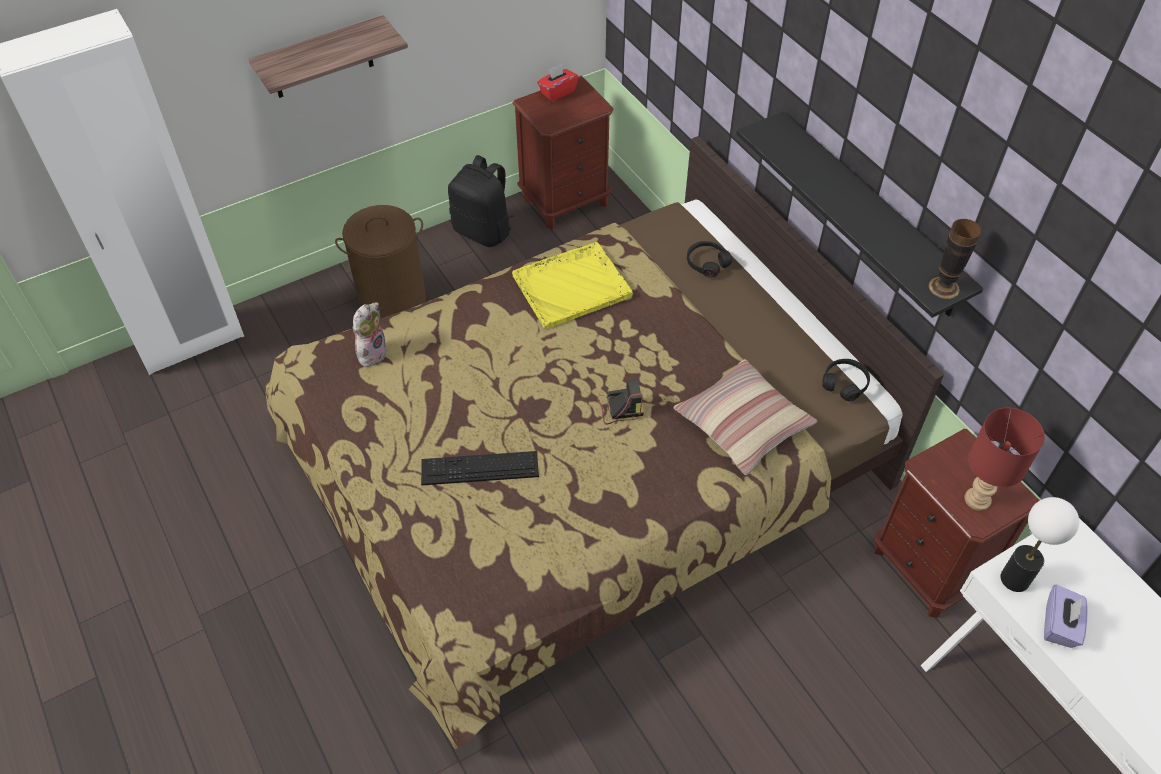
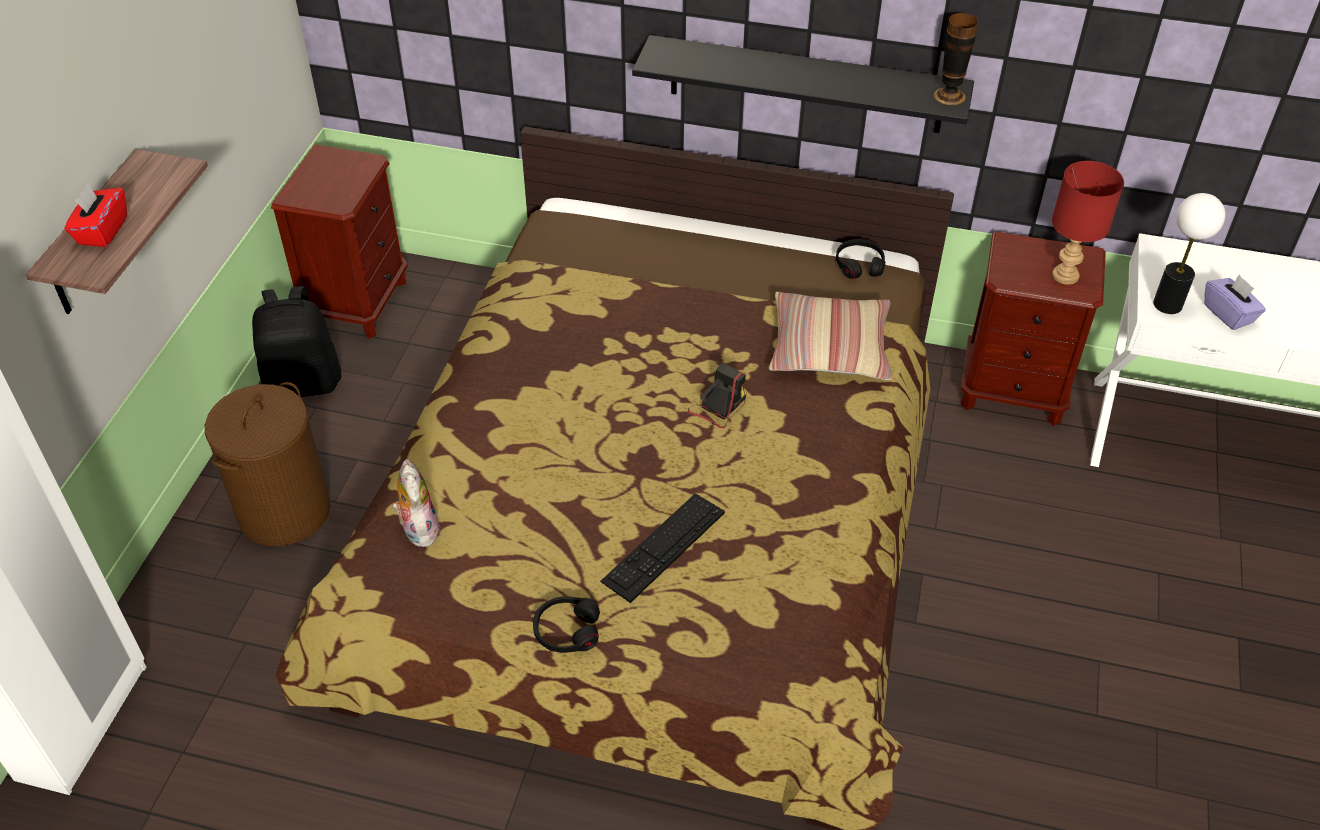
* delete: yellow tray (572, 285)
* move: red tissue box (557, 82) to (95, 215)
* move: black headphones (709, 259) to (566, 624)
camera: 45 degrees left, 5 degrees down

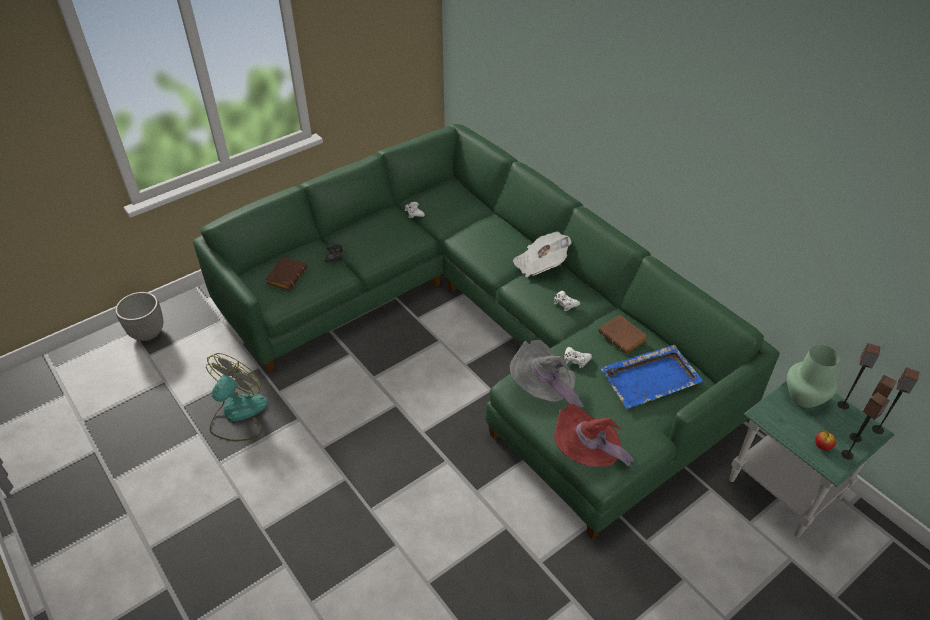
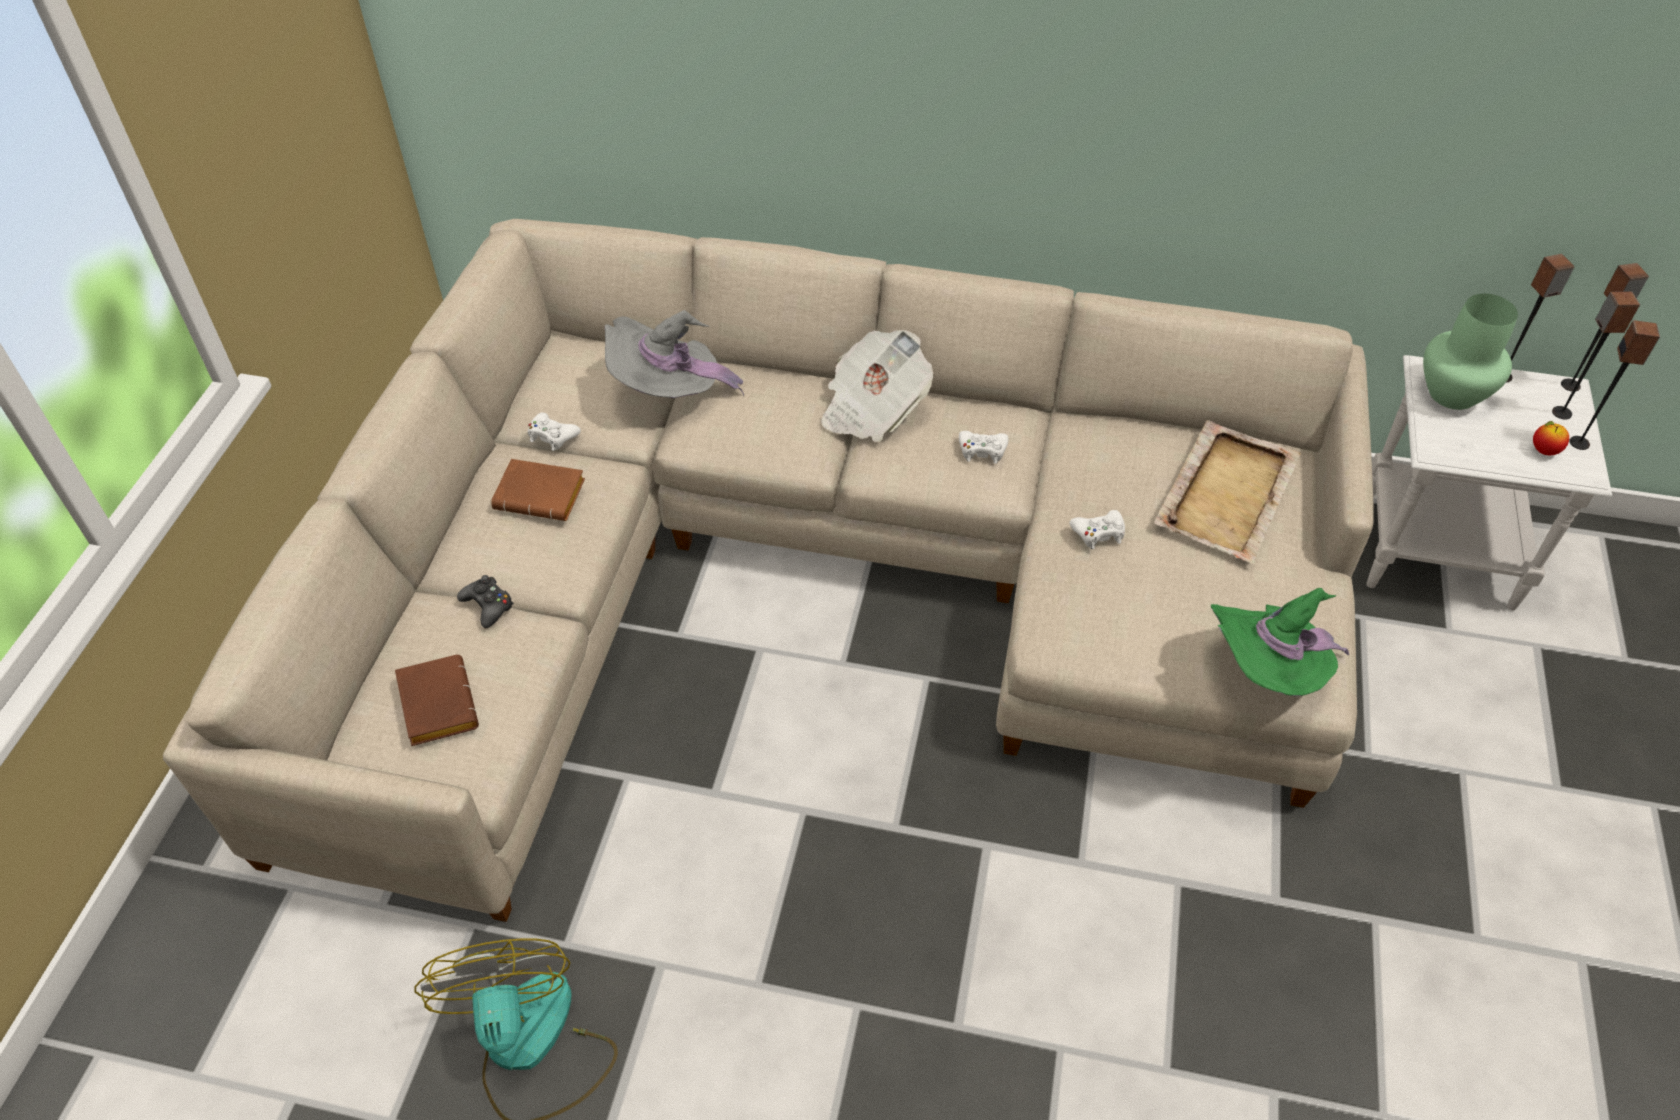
* delete: planter (139, 316)
* move: grey hat (546, 373) to (674, 354)
* move: brown book (623, 334) to (538, 490)
* recolor: green sofa (486, 331) to beige sofa (768, 570)
* recolor: red hat (594, 437) to green hat (1280, 642)
* recolor: blue tray (651, 377) to beige tray (1227, 492)
* recolor: green side table (812, 459) to white side table (1489, 482)
camera: 40 degrees left, 5 degrees up

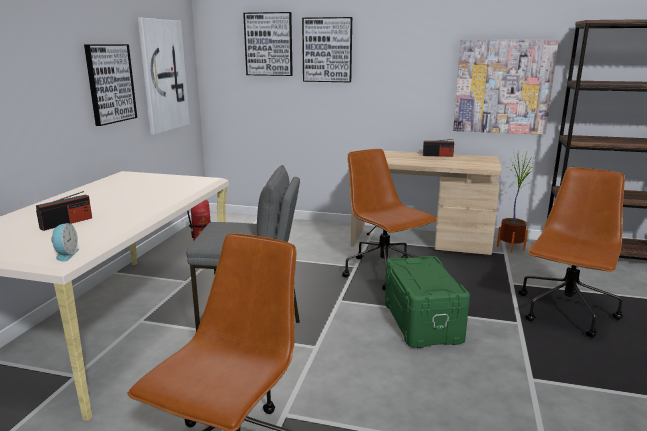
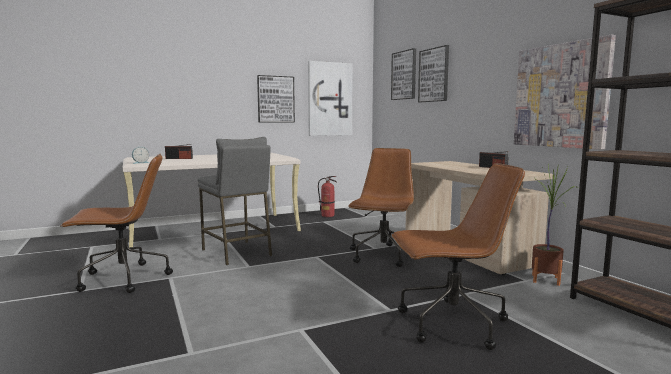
* delete: green storage box (427, 302)
camera: 50 degrees right, 10 degrees down

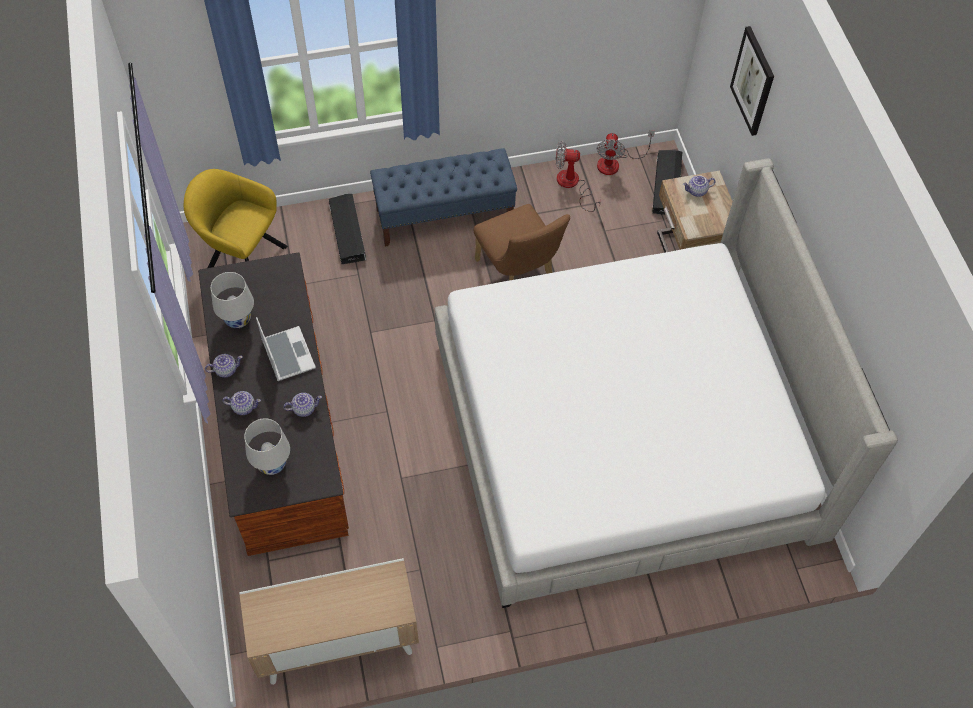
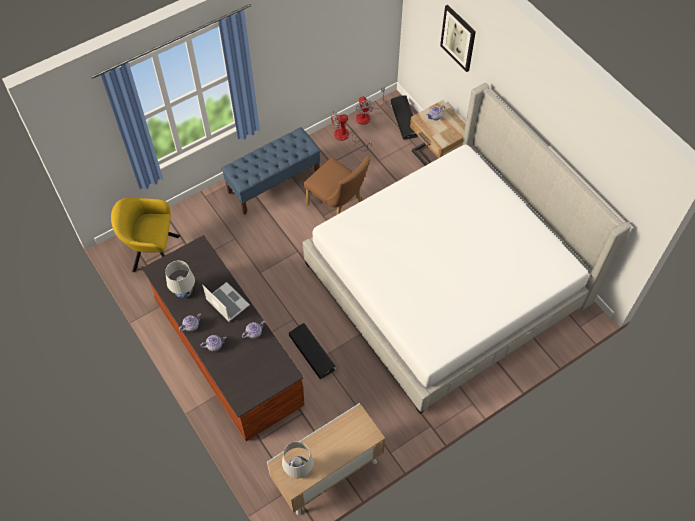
* move: white table lamp (267, 446) to (298, 460)
* move: black storage box (347, 229) to (312, 351)
camera: 20 degrees left, 0 degrees up

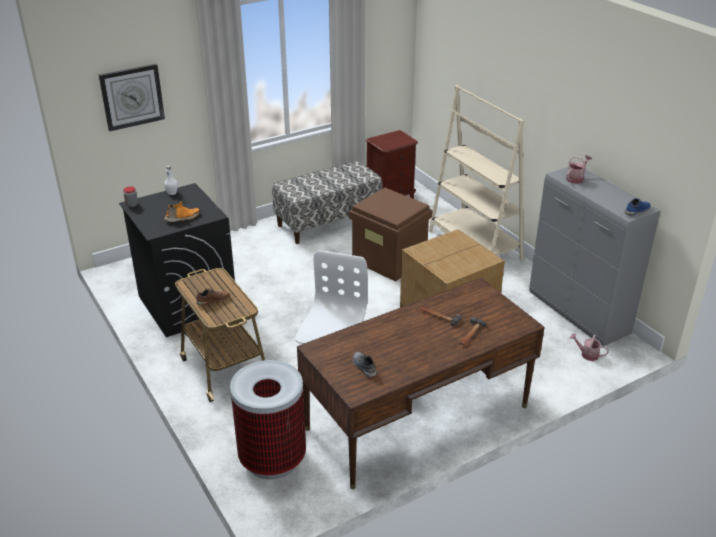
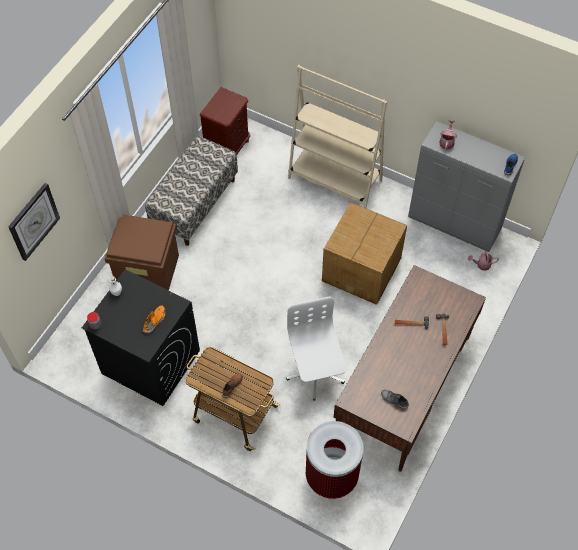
* move: brown storage box (391, 235) to (142, 252)
camera: 30 degrees left, 25 degrees up

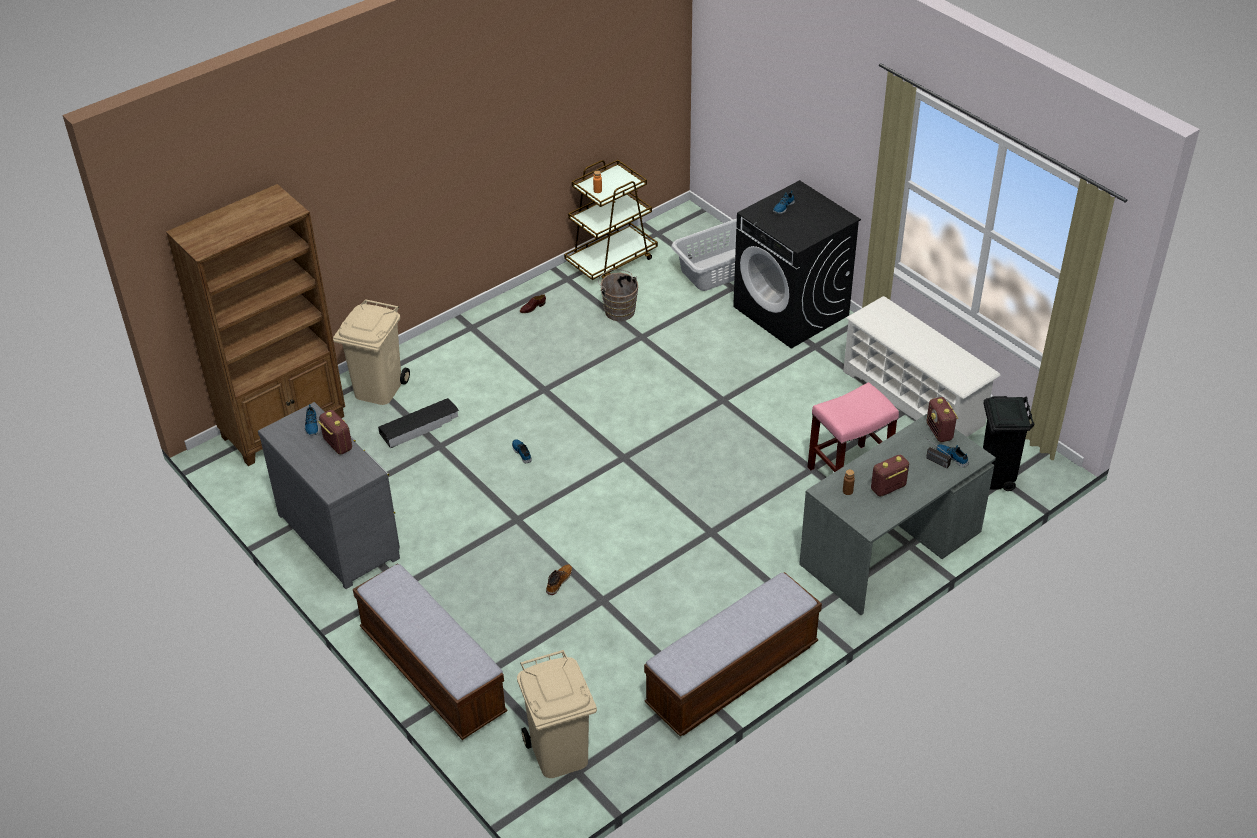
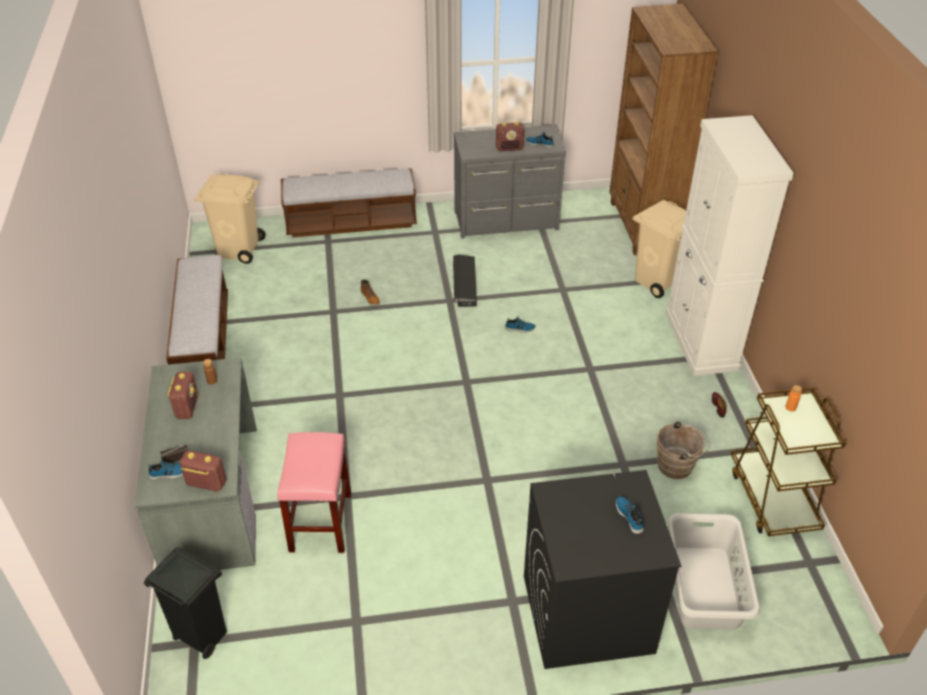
* delete: white shoe rack (922, 366)
* insert: white cabinet (729, 245)
* move: black storage box (418, 423) to (465, 281)
camera: 120 degrees right, 0 degrees up

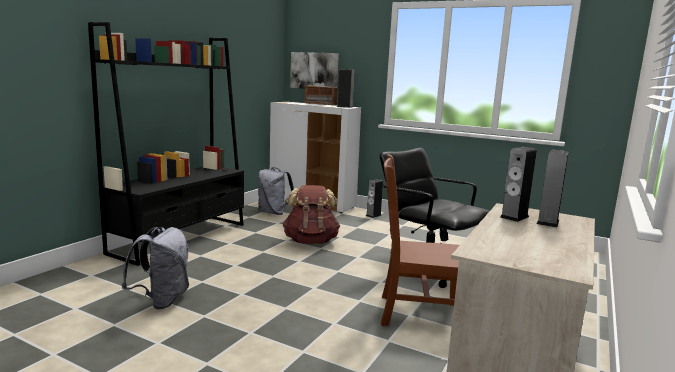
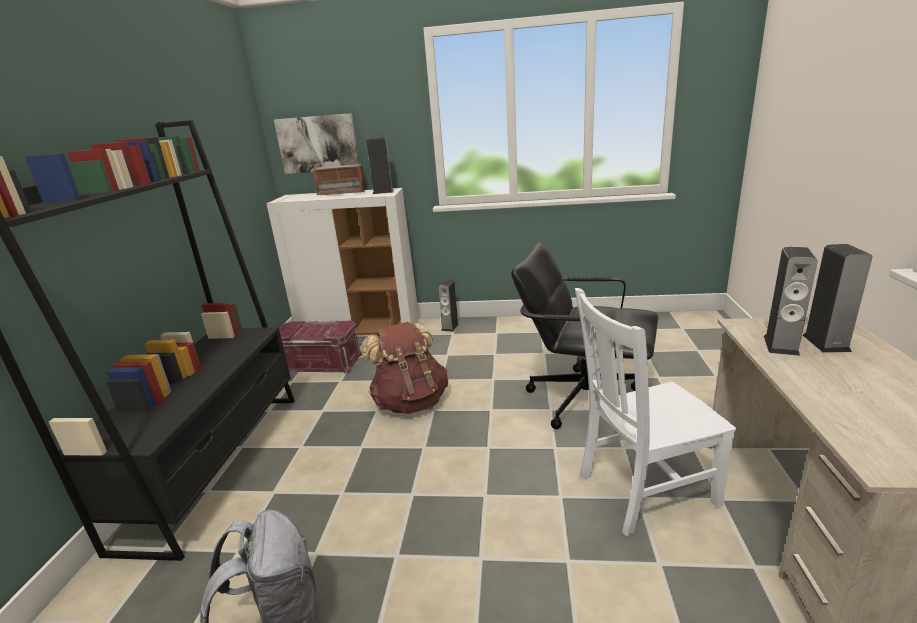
* replace: grey backpack (276, 191) to red storage box (321, 347)
* recolor: brown chair (420, 240) to white chair (655, 412)
camera: 20 degrees left, 10 degrees up

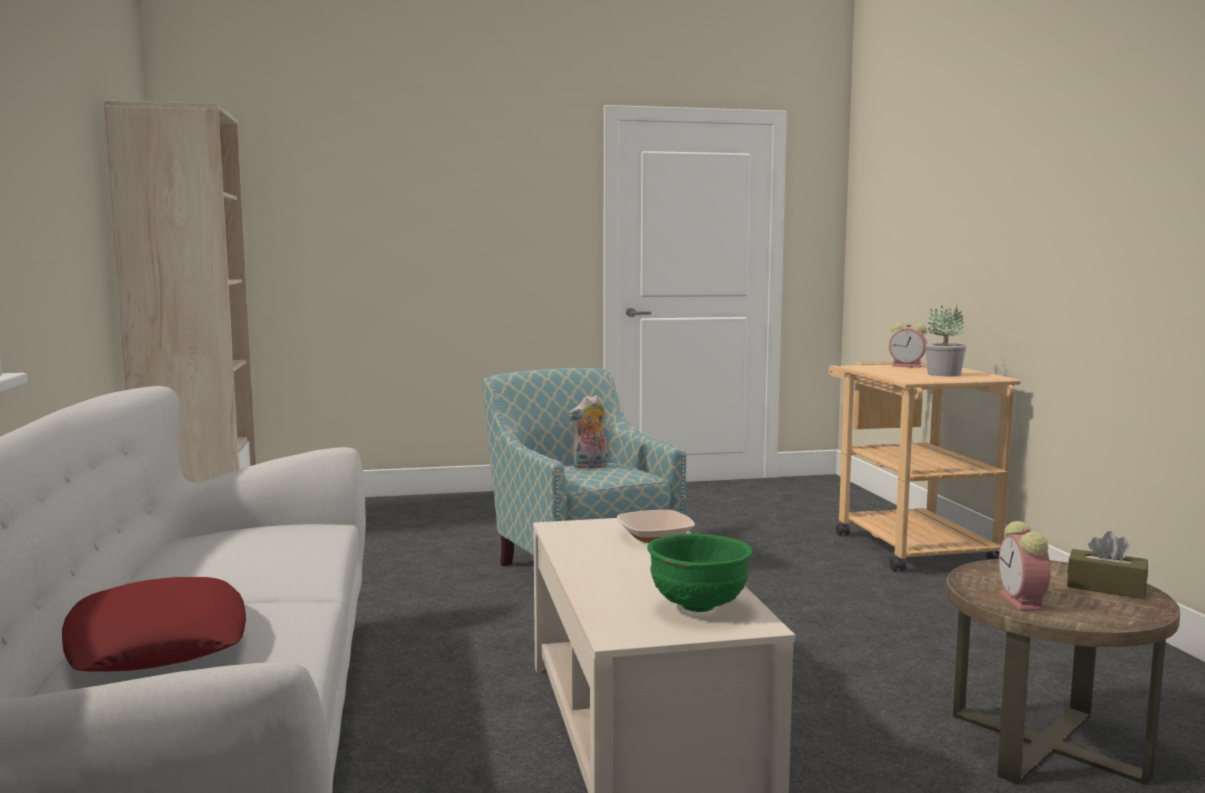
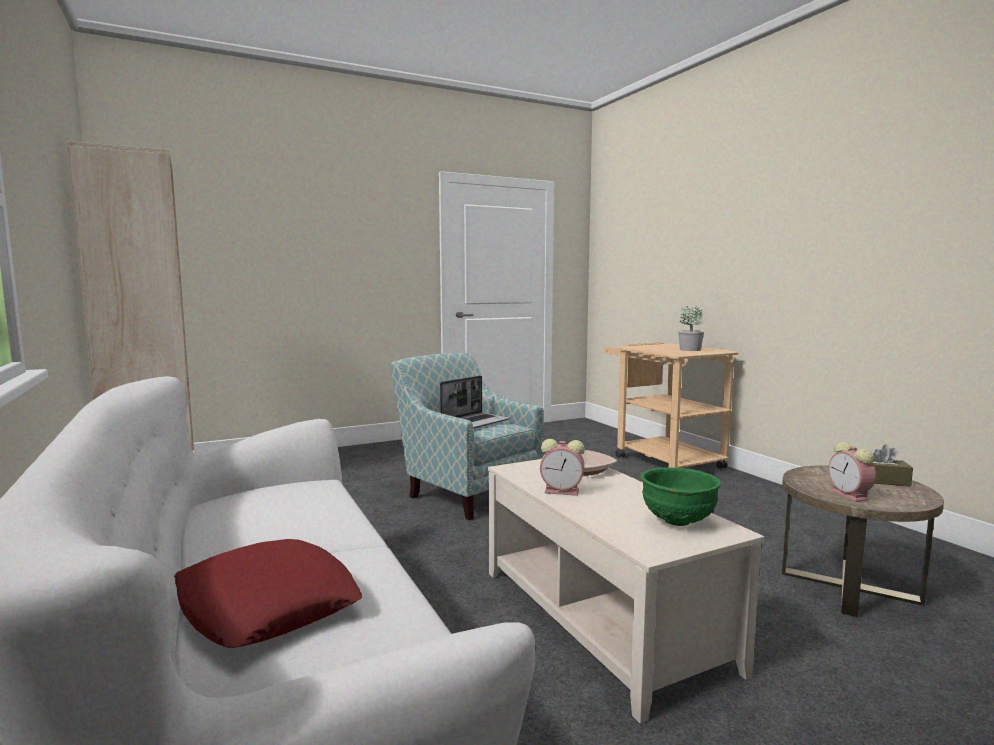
* move: alarm clock (908, 345) to (562, 467)
* replace: plush toy (588, 432) to laptop (475, 402)
camera: 15 degrees left, 0 degrees up

